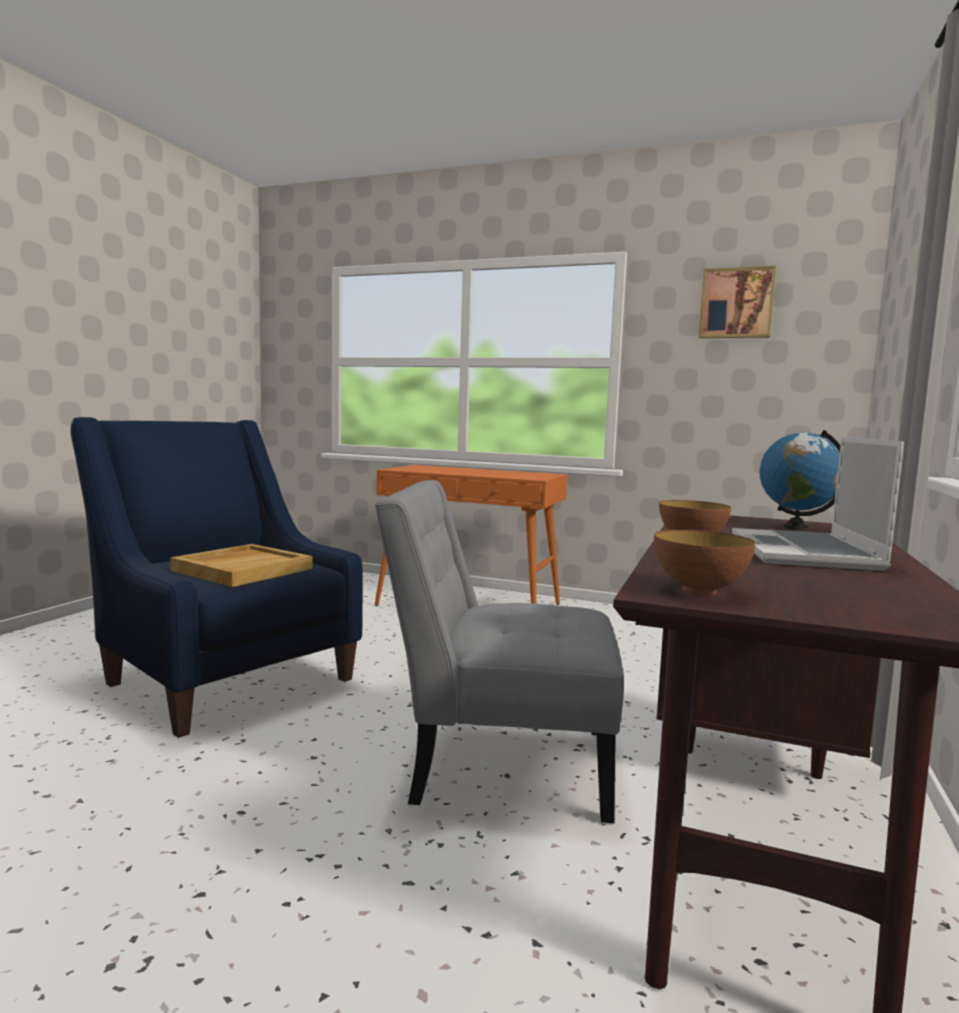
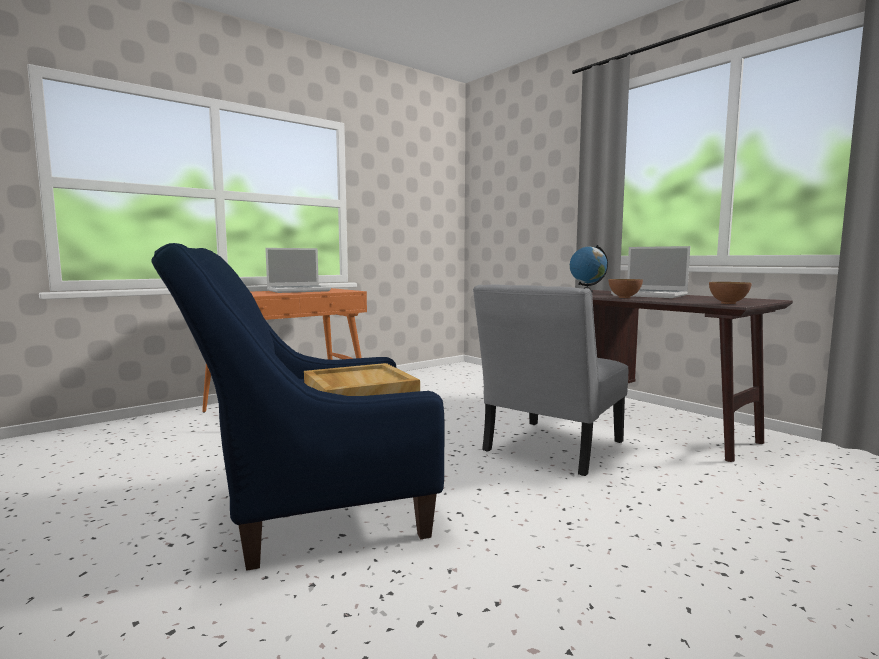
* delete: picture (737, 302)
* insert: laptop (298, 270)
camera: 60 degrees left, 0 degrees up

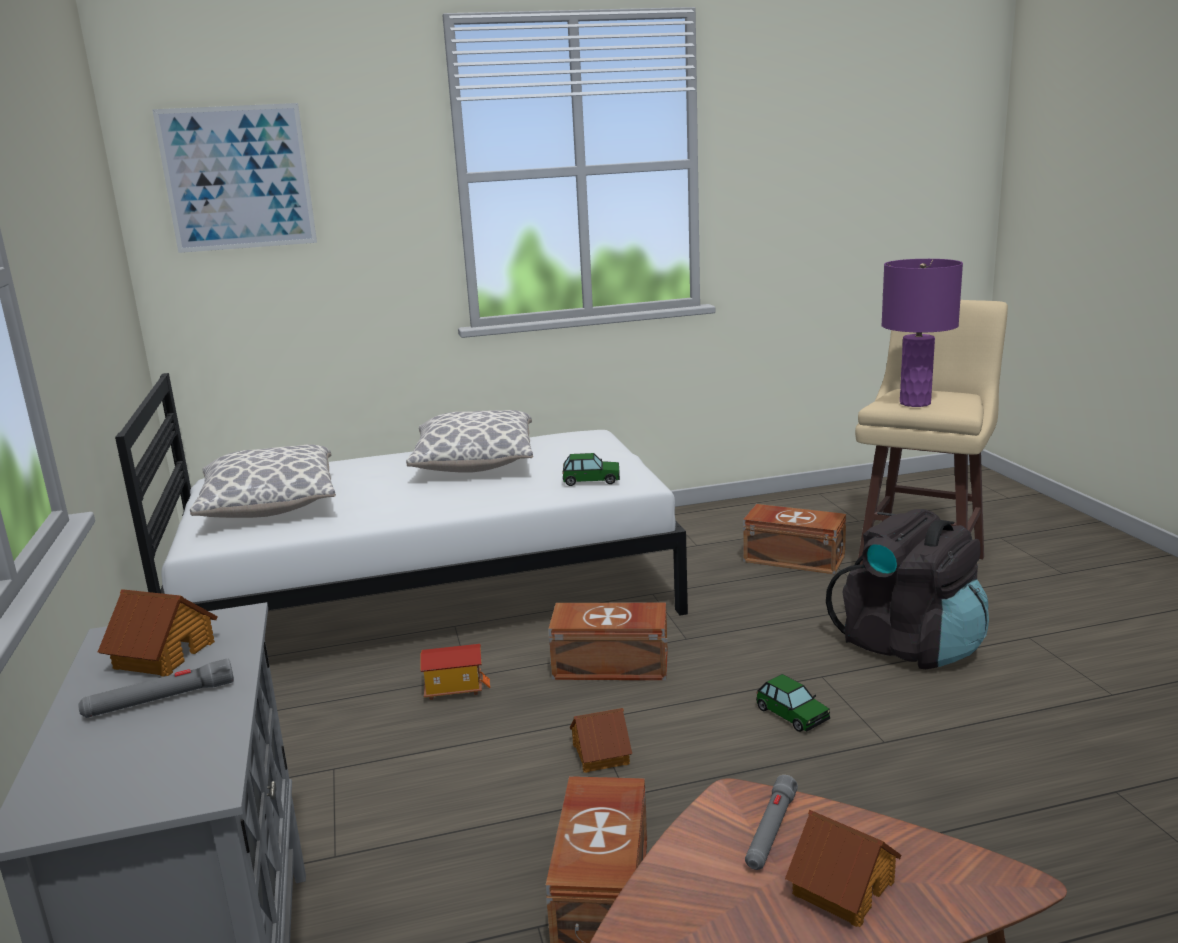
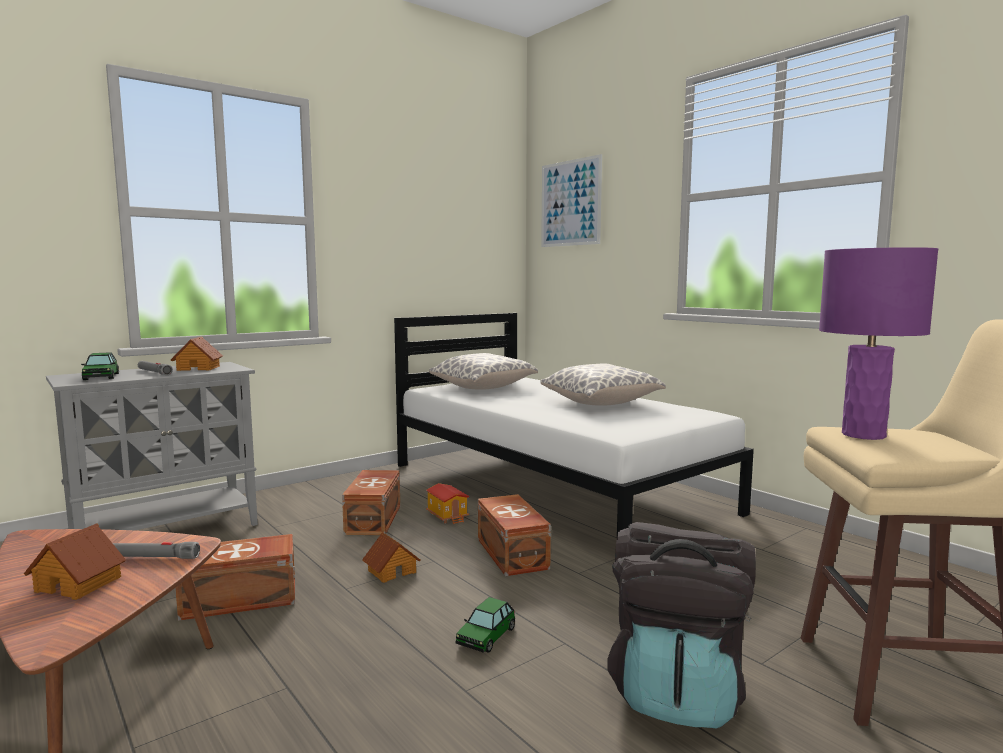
* move: toy car (591, 469) to (100, 366)
* move: brown storage box (794, 539) to (371, 502)
camera: 65 degrees right, 10 degrees down

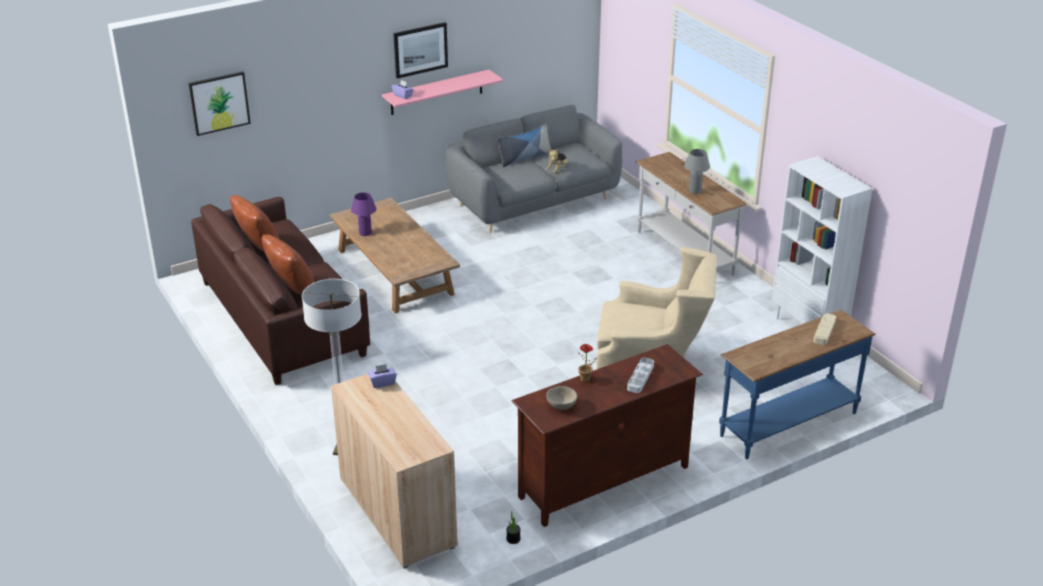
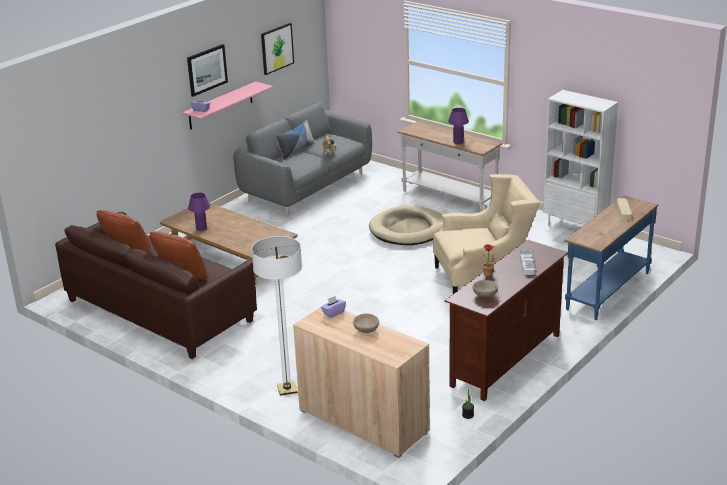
* insert: beige bowl (366, 323)
* insert: beige dog bed (406, 225)
* move: picture (219, 103) to (277, 49)
* recolor: grey table lamp (697, 171) to purple table lamp (458, 126)
camera: 20 degrees left, 5 degrees down

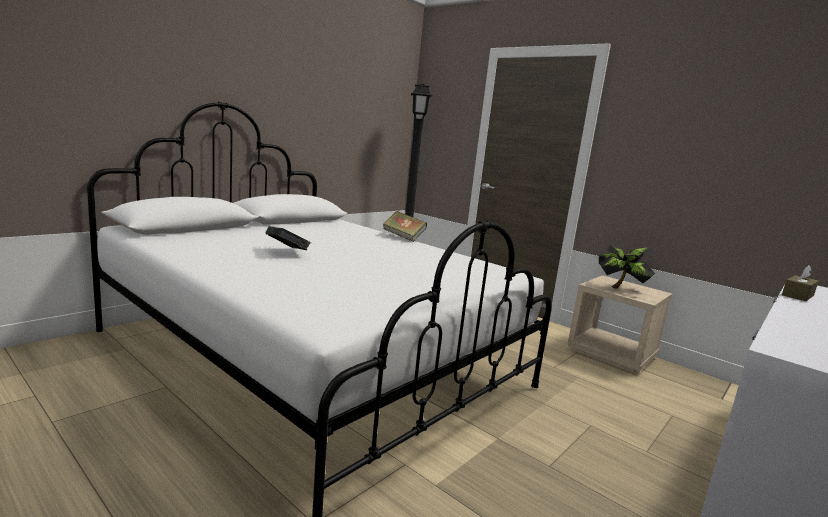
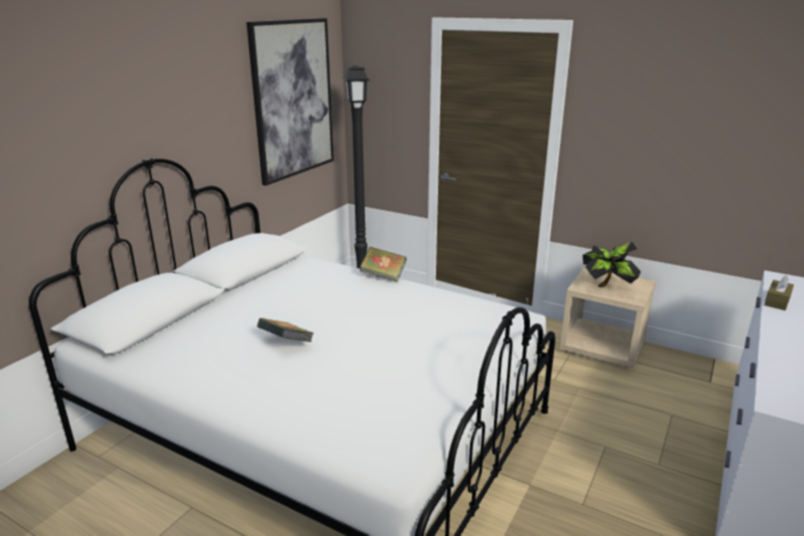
* insert: picture (290, 102)
camera: 10 degrees left, 10 degrees up

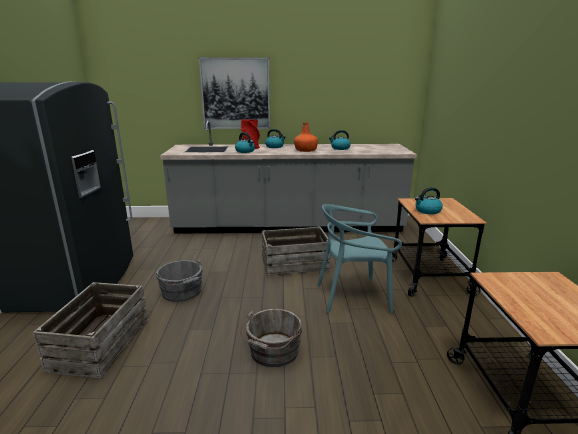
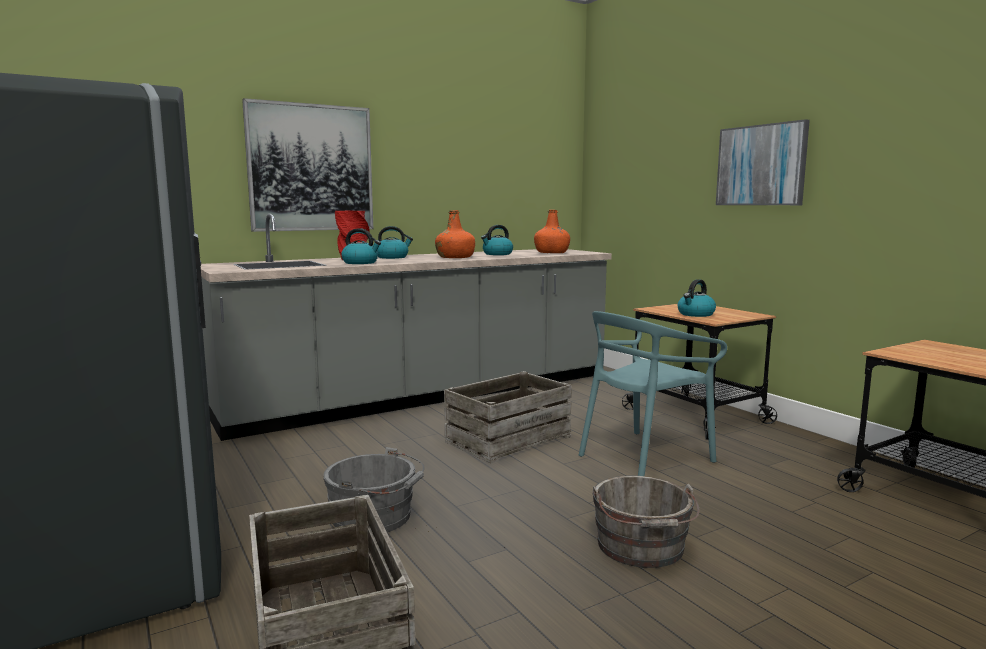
* insert: orange bottle (552, 231)
* insert: picture (763, 162)
camera: 30 degrees left, 10 degrees down

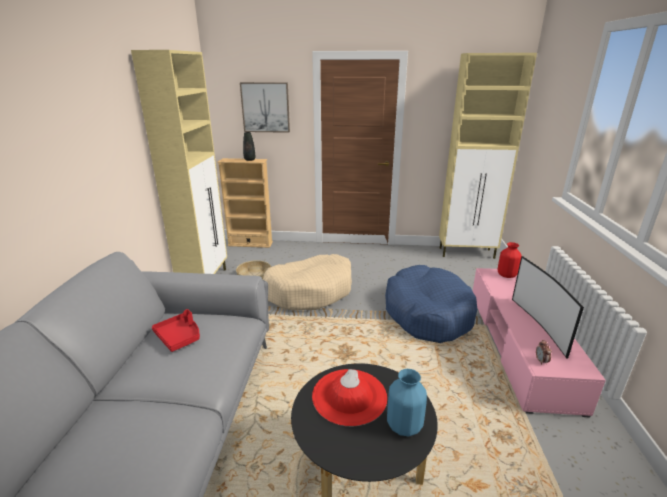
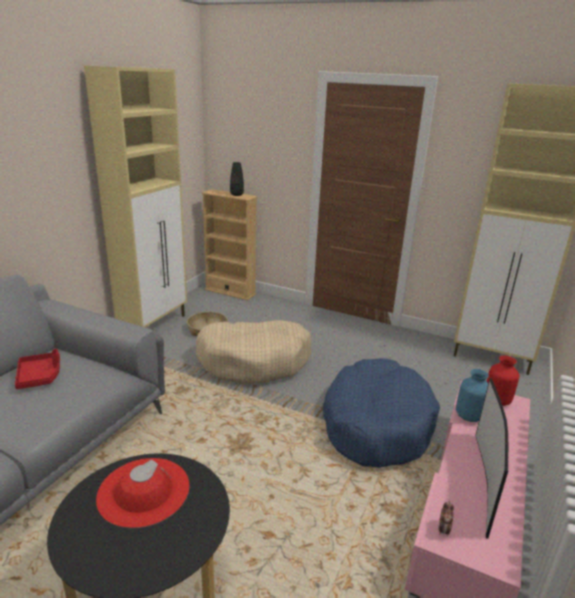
* delete: picture (265, 107)
* move: blue vase (407, 402) to (472, 395)
camera: 20 degrees right, 0 degrees up

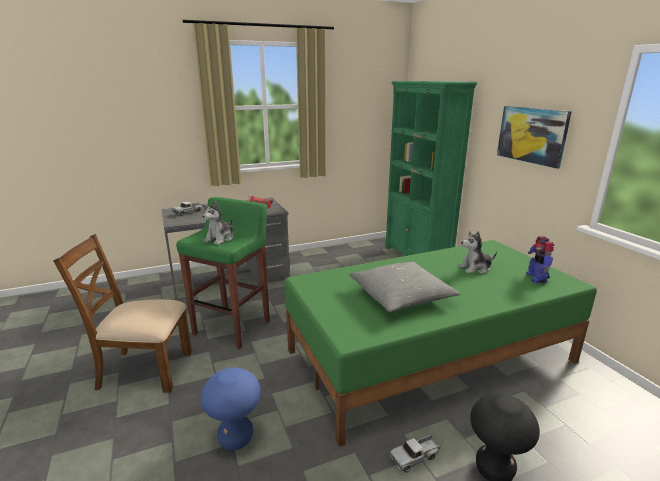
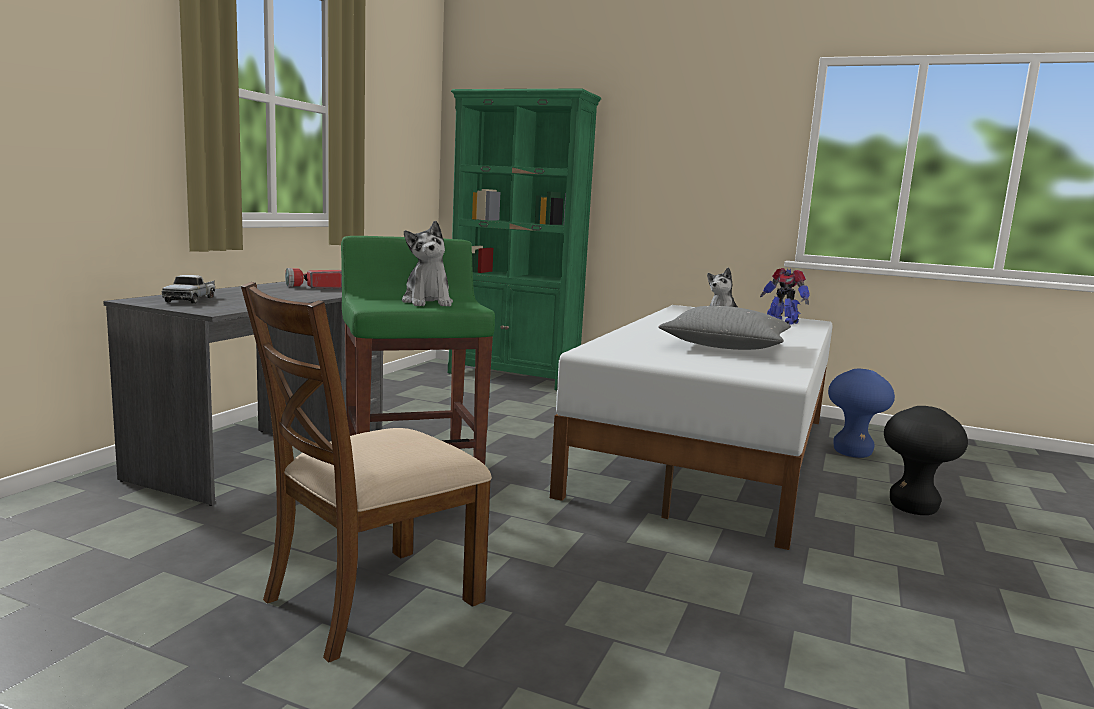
* delete: toy truck (415, 453)
* delete: picture (534, 137)
* move: blue stool (231, 409) to (861, 413)
* recolor: green bed (440, 343) to white bed (691, 427)
camera: 45 degrees left, 10 degrees down

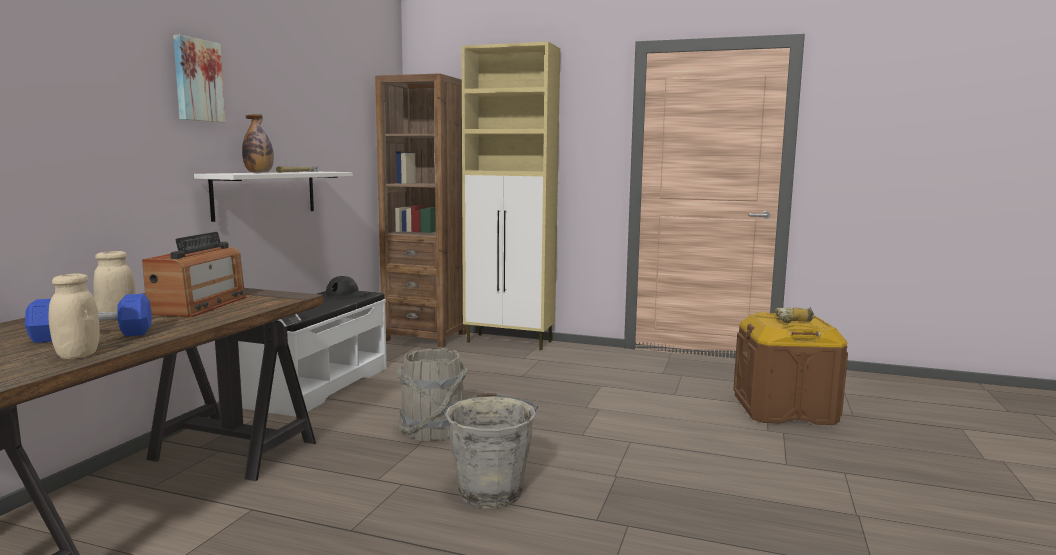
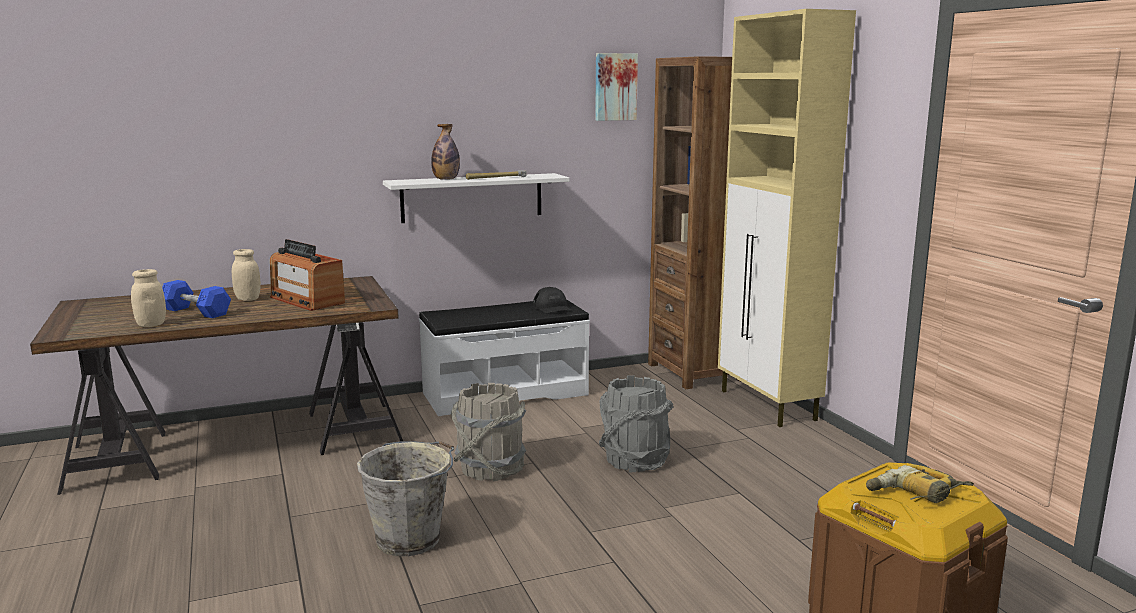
* insert: grey bucket (636, 423)
* move: picture (199, 78) to (616, 87)
* rotate: radio (194, 274) = (307, 275) 75 degrees clockwise
camera: 50 degrees right, 5 degrees up

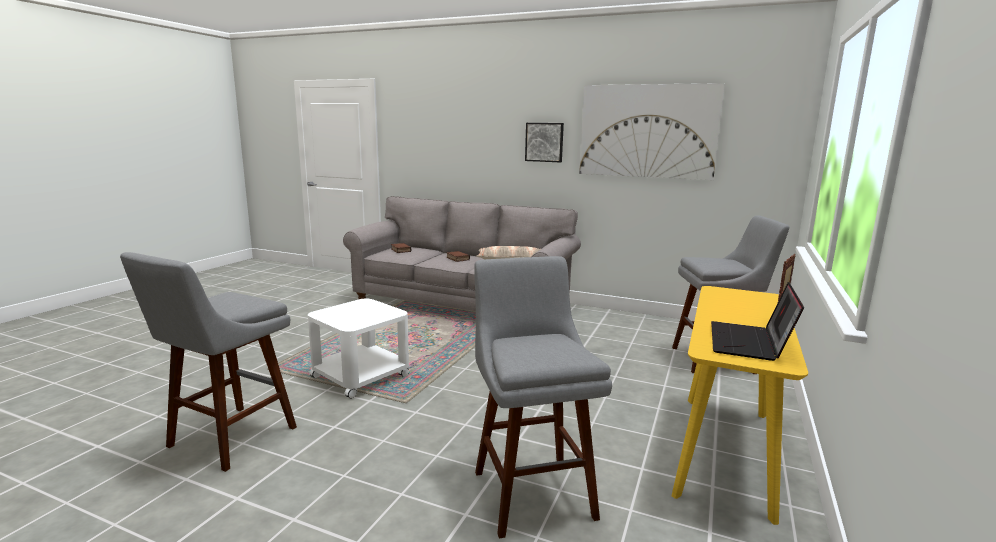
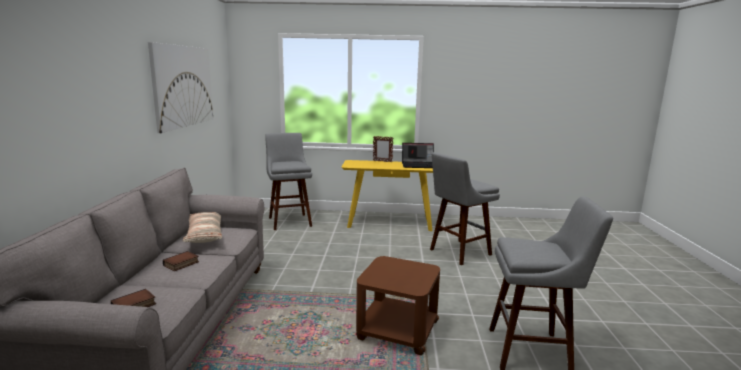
* delete: picture (544, 142)
* recolor: white side table (358, 349) to brown side table (398, 305)
camera: 110 degrees left, 0 degrees up

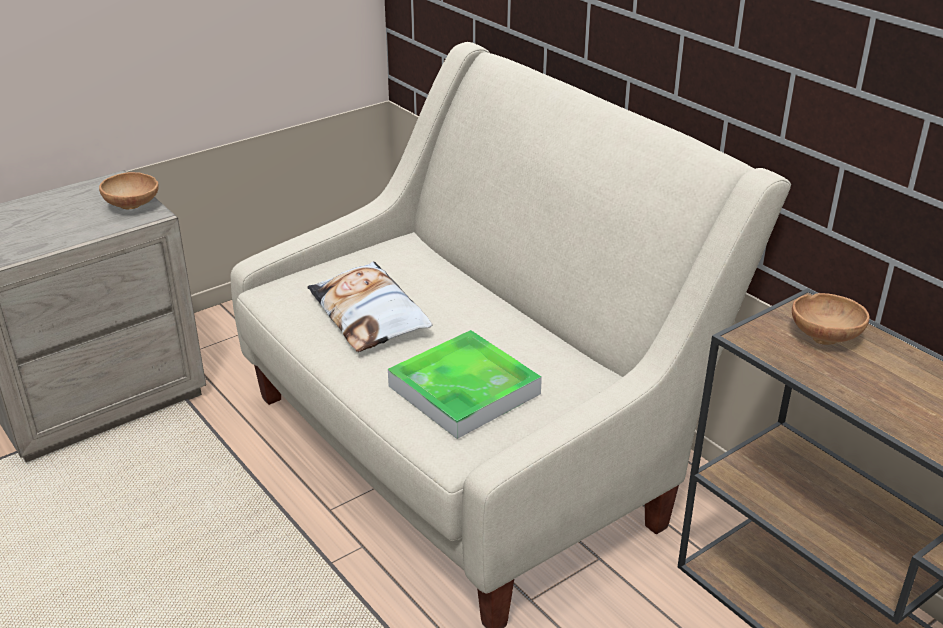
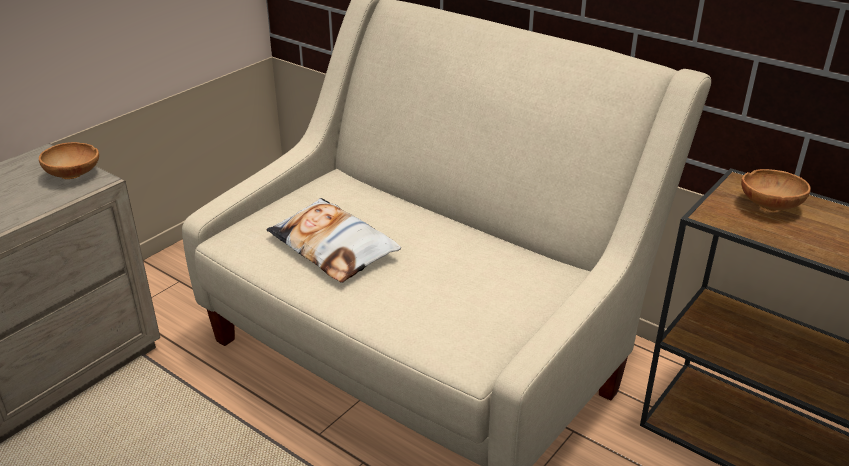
* delete: tray (465, 384)
camera: 15 degrees left, 0 degrees up

